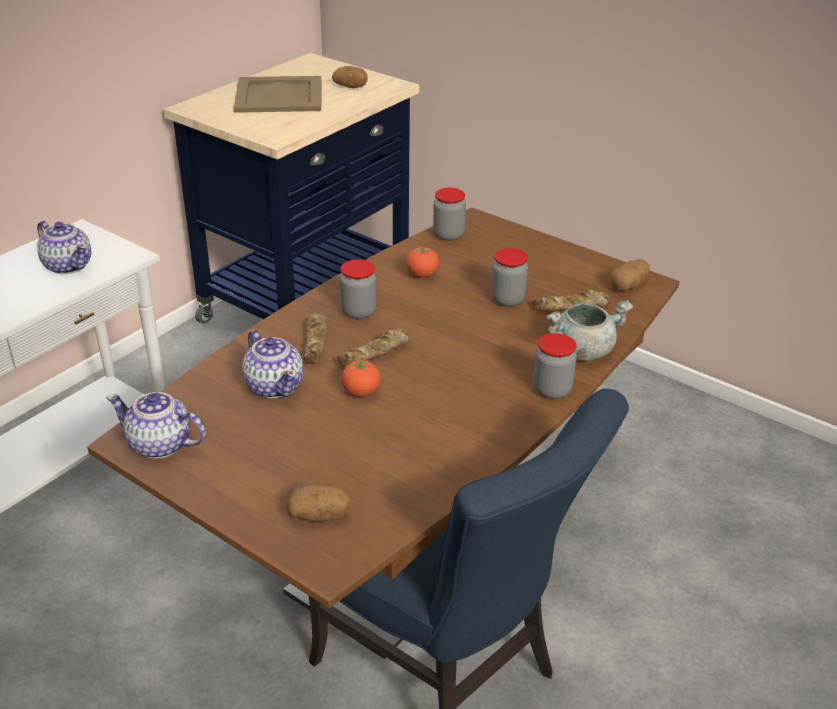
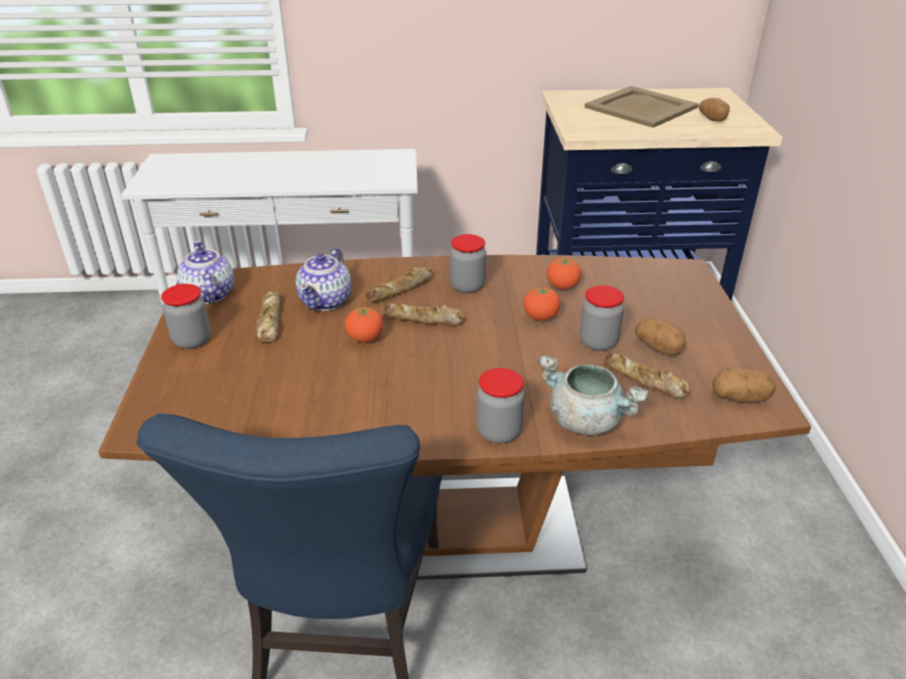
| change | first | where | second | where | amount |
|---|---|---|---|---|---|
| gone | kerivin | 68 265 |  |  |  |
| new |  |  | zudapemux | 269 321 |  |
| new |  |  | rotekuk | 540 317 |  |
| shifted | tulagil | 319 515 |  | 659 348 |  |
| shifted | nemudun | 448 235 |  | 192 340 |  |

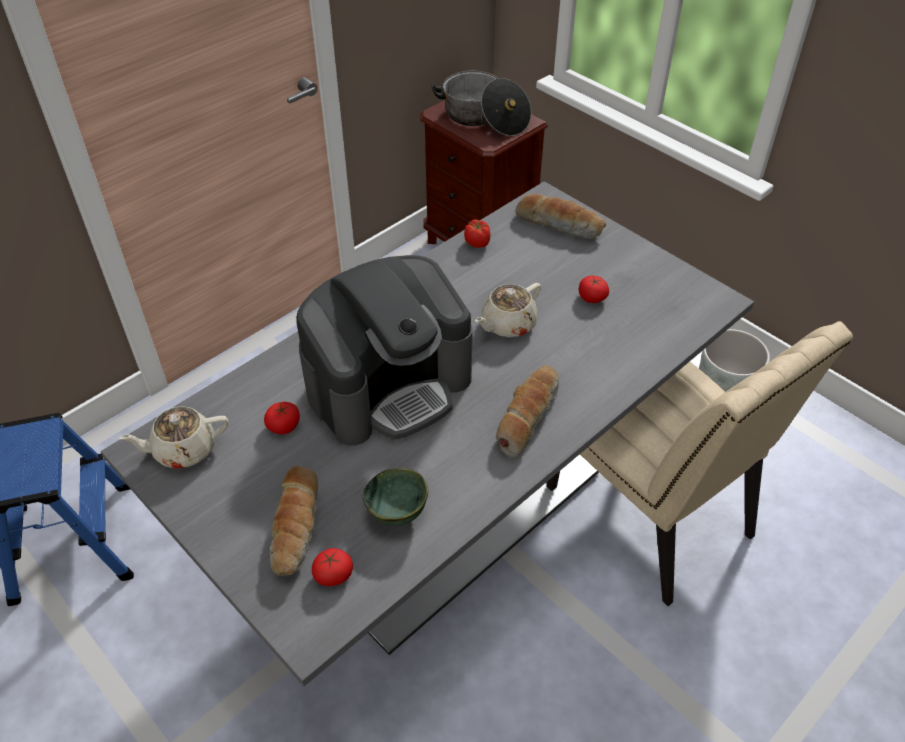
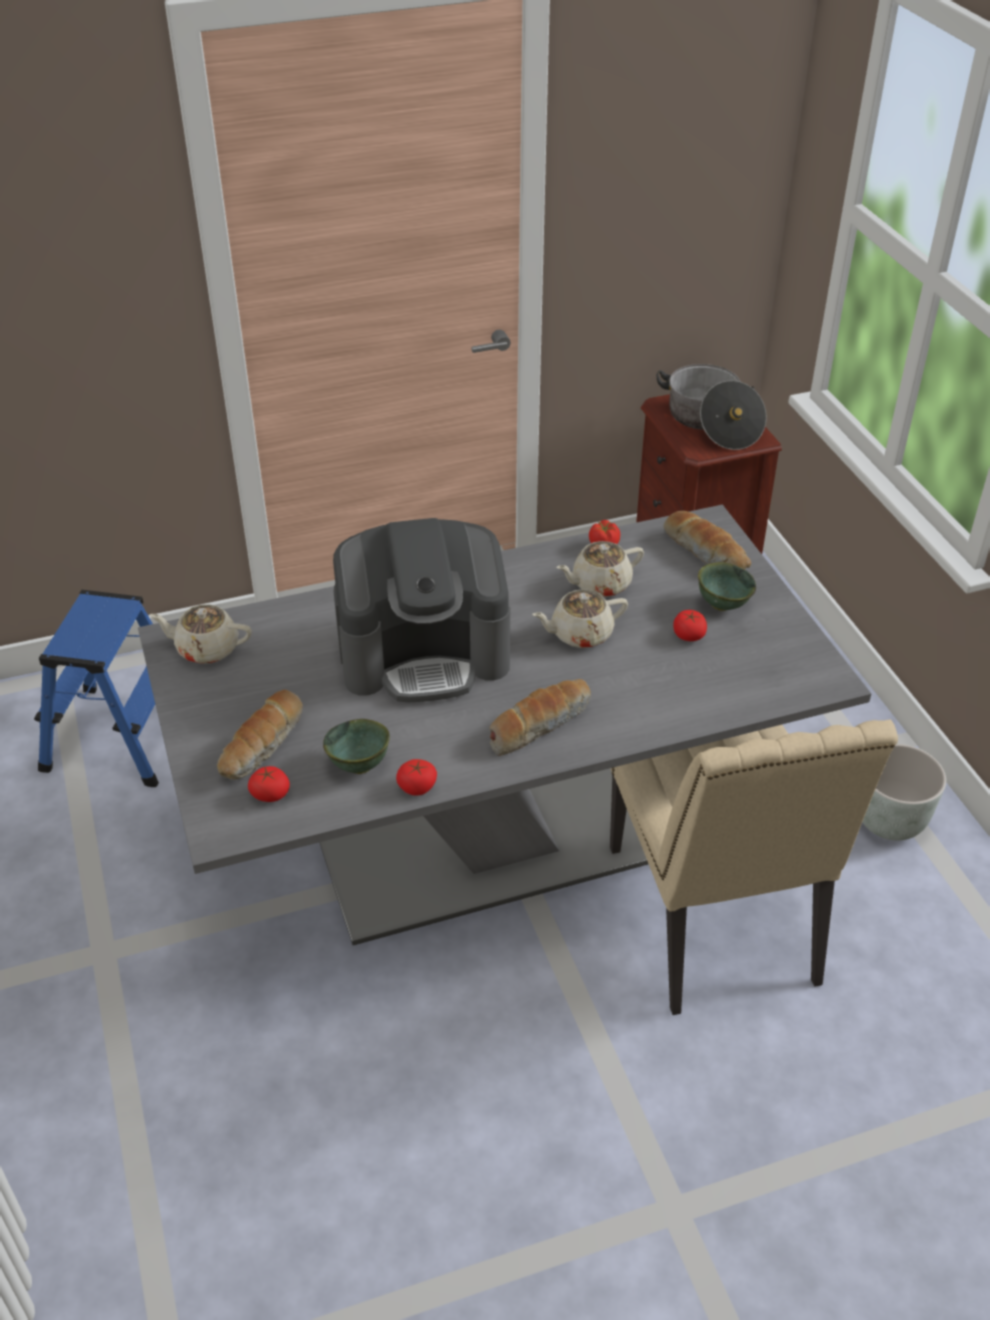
| change | first | where | second | where | amount |
|---|---|---|---|---|---|
| new |  |  | kerivin (beige) | 600 584 |  |
| new |  |  | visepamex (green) | 722 604 |  |
| shifted | rotekuk | 283 426 |  | 417 786 |  |

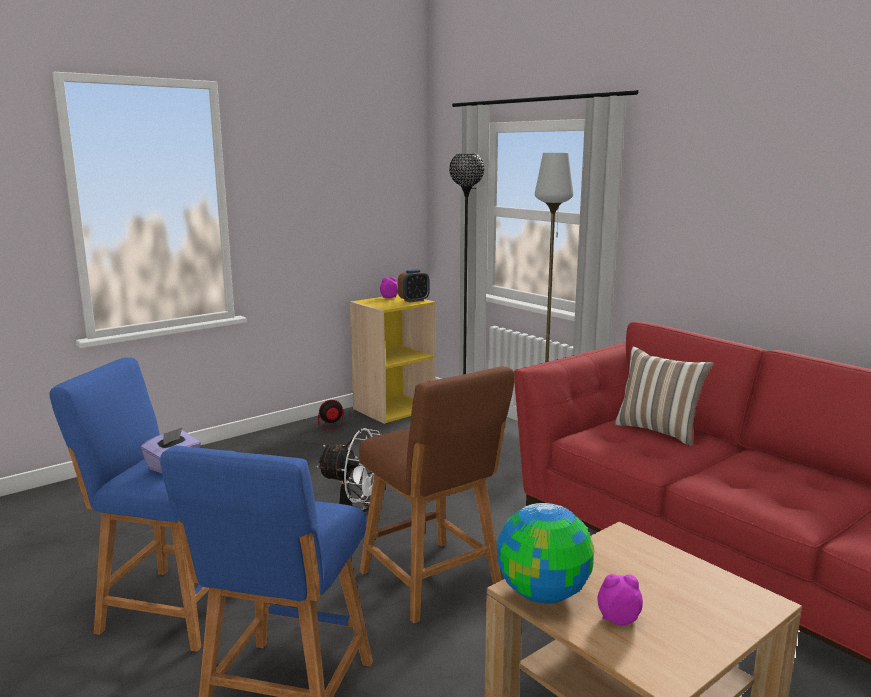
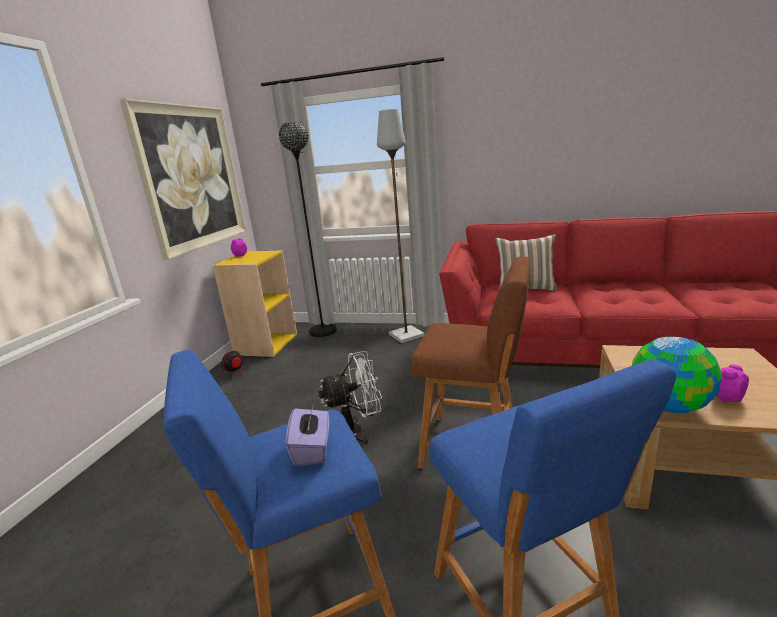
| change | first | where | second | where | amount |
|---|---|---|---|---|---|
| gone | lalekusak | 414 300 |  |  |  |
| new |  |  | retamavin | 192 178 |  |

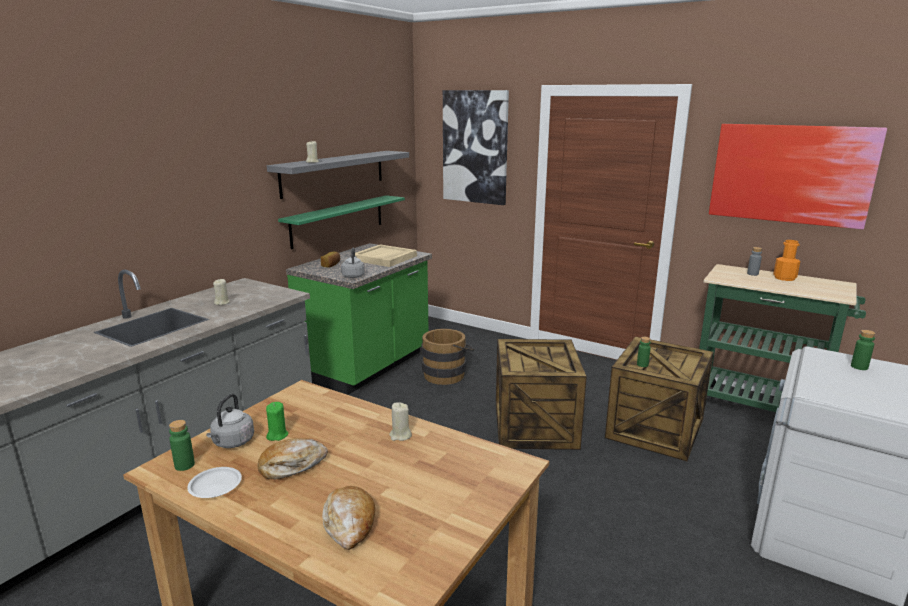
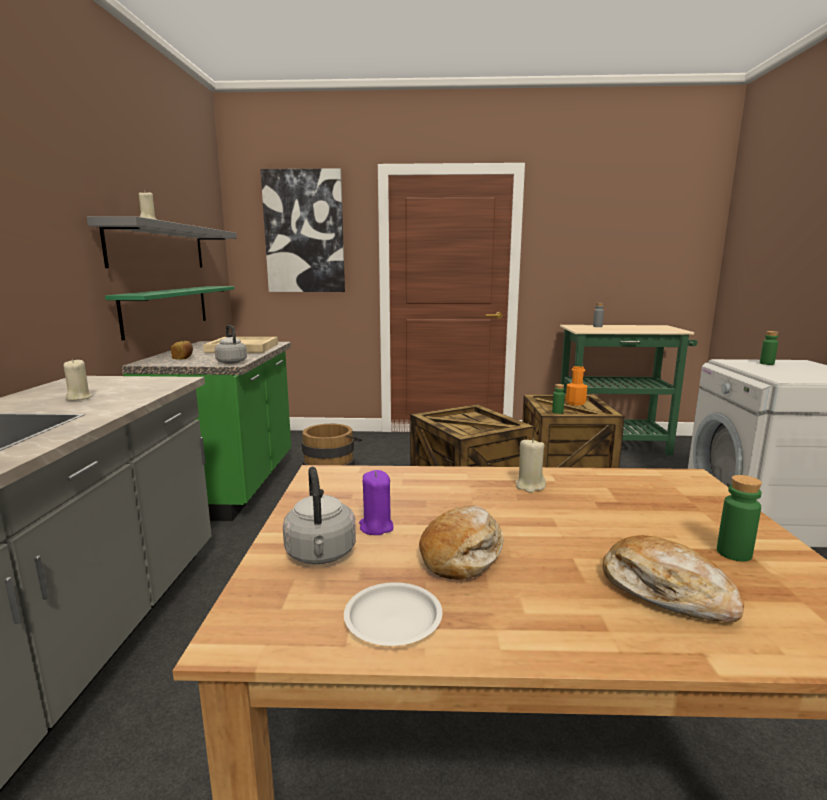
| change | first | where | second | where | amount |
|---|---|---|---|---|---|
| gone | retamavin | 790 174 |  |  |  |
| shifted | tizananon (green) | 184 465 |  | 734 553 |  |
| shifted | tizananon (orange) | 784 278 |  | 575 403 |  |
| repainted | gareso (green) | 277 435 | gareso (purple) | 376 527 |  |

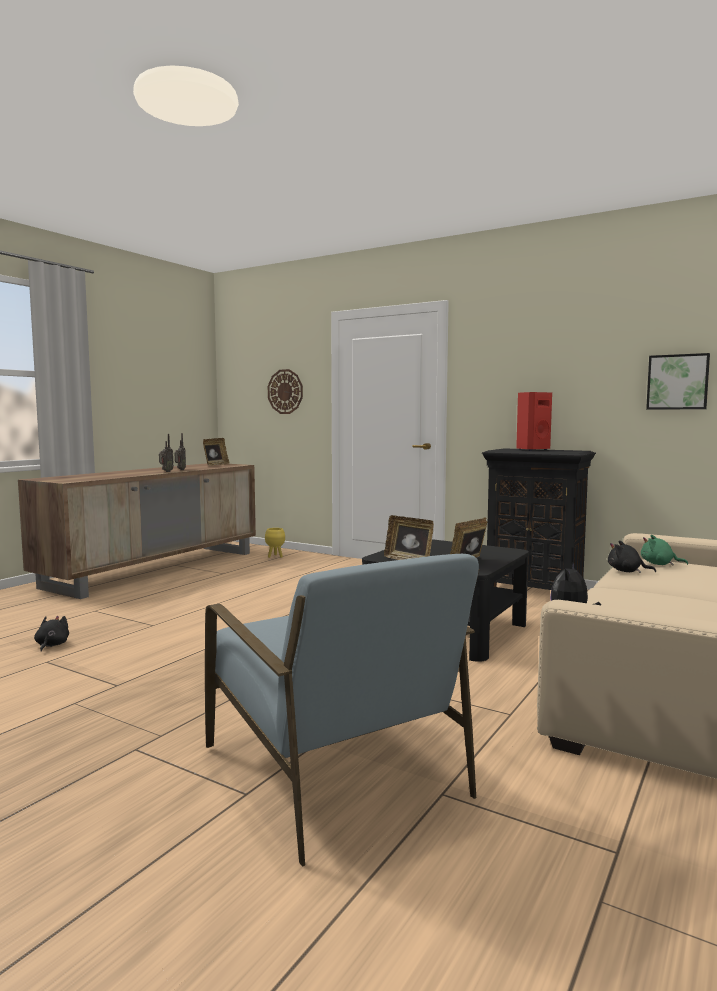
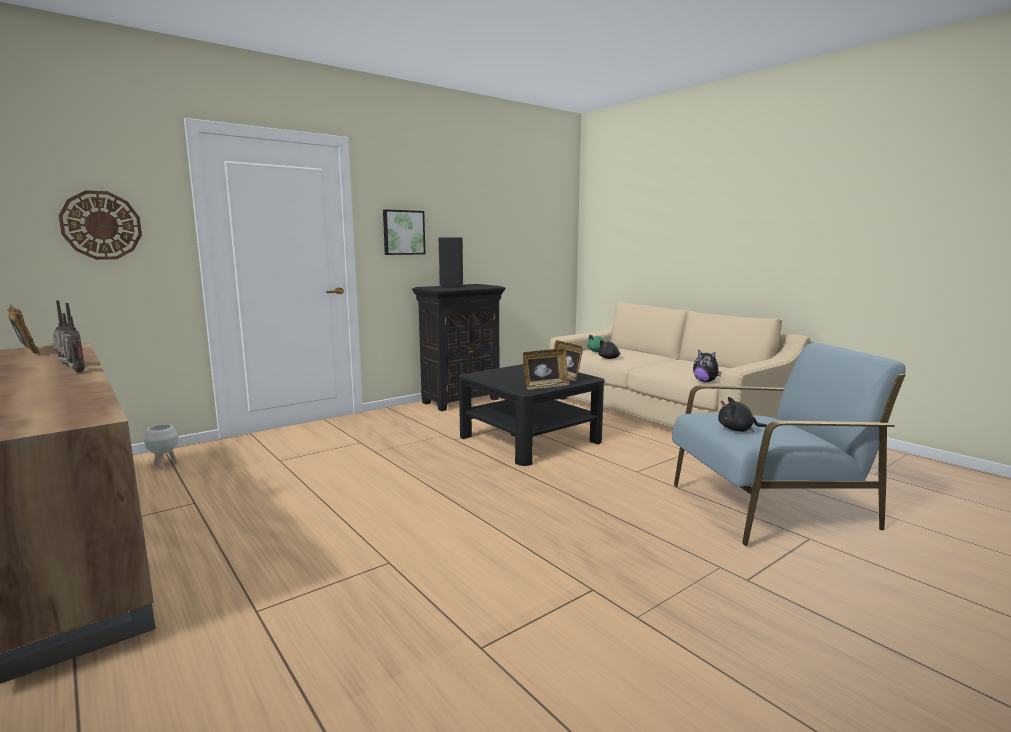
| change | first | where | second | where | amount |
|---|---|---|---|---|---|
| shifted | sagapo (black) | 51 645 |  | 738 430 |  |
| shifted | retamavin | 677 382 |  | 403 232 |  |
| repainted | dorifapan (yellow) | 275 556 | dorifapan (white) | 164 465 |  |
| repainted | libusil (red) | 532 449 | libusil (black) | 451 286 |  |

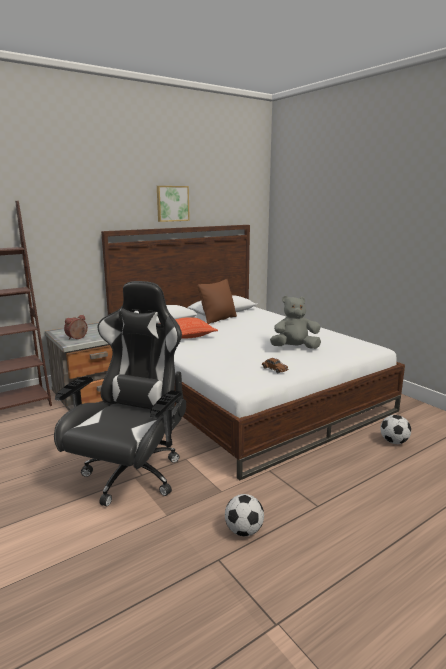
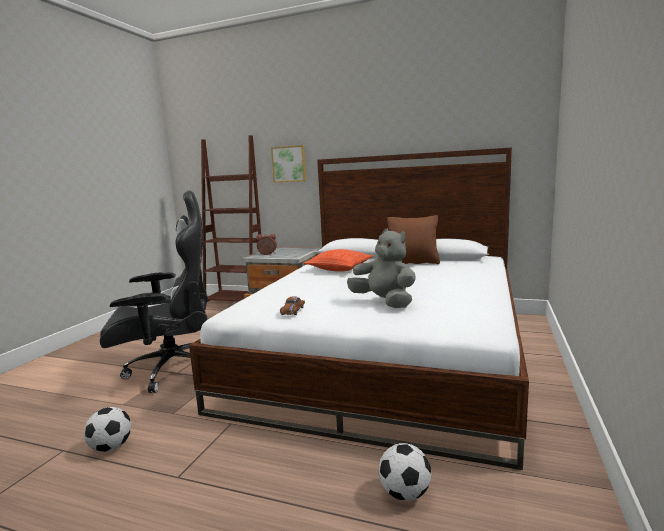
| change | first | where | second | where | amount |
|---|---|---|---|---|---|
| shifted | retamavin | 172 203 |  | 289 164 |  |

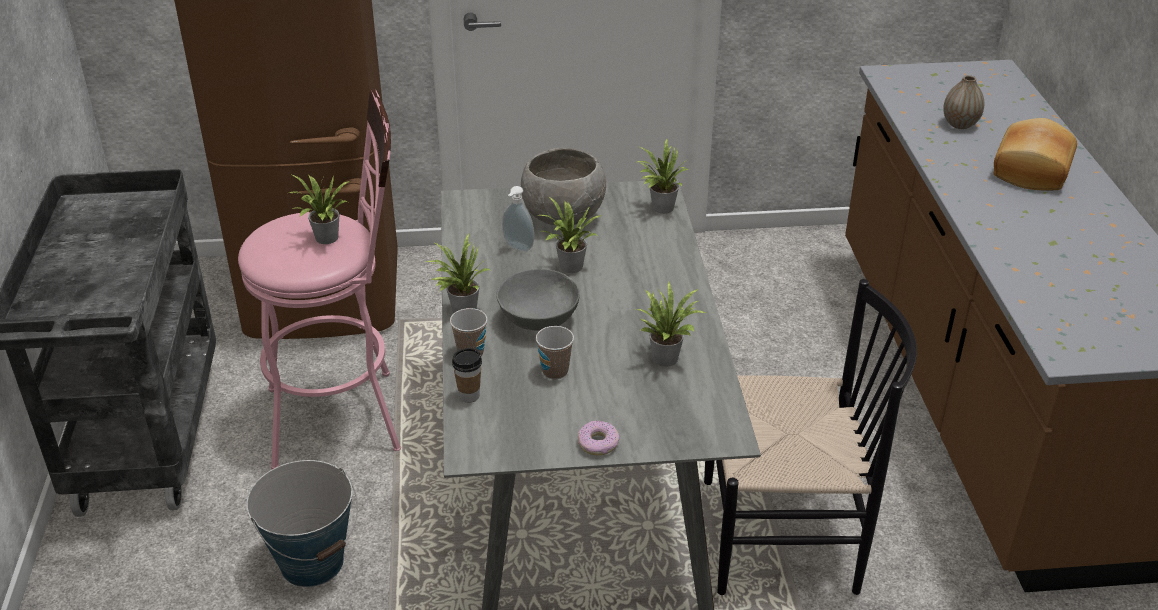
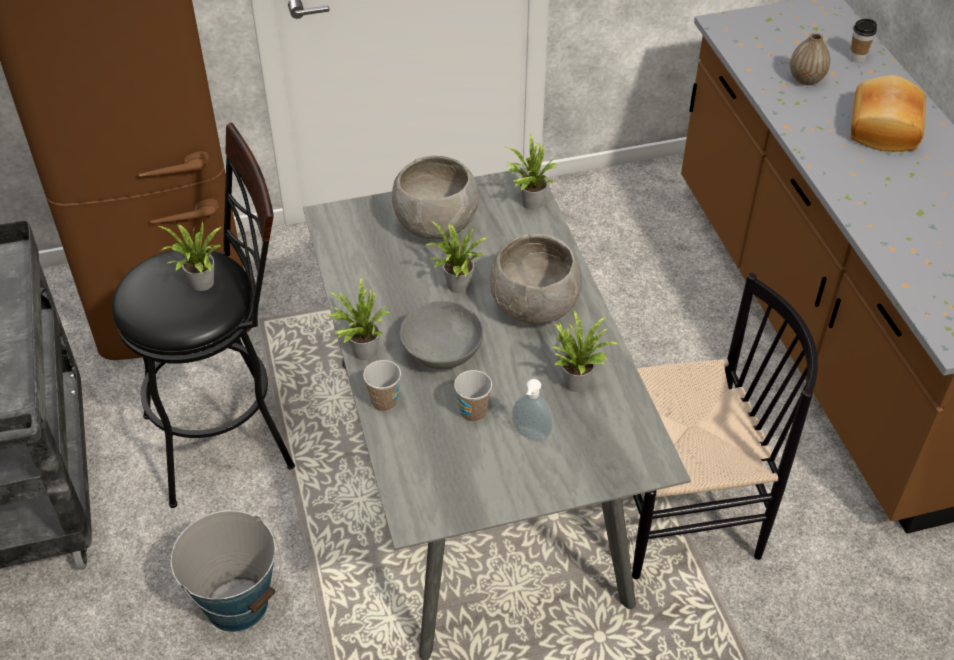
| change | first | where | second | where | amount |
|---|---|---|---|---|---|
| gone | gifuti | 598 443 |  |  |  |
| new |  |  | visepamex (grey) | 534 306 |  |
| shifted | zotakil | 469 396 |  | 857 58 |  |
| shifted | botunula | 517 248 |  | 530 436 |  |
| repainted | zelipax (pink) | 348 416 | zelipax (black) | 232 436 |  |

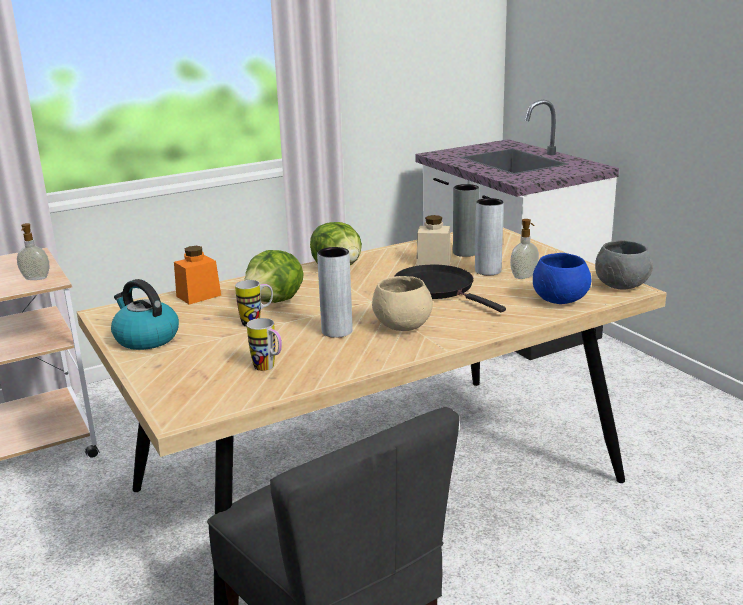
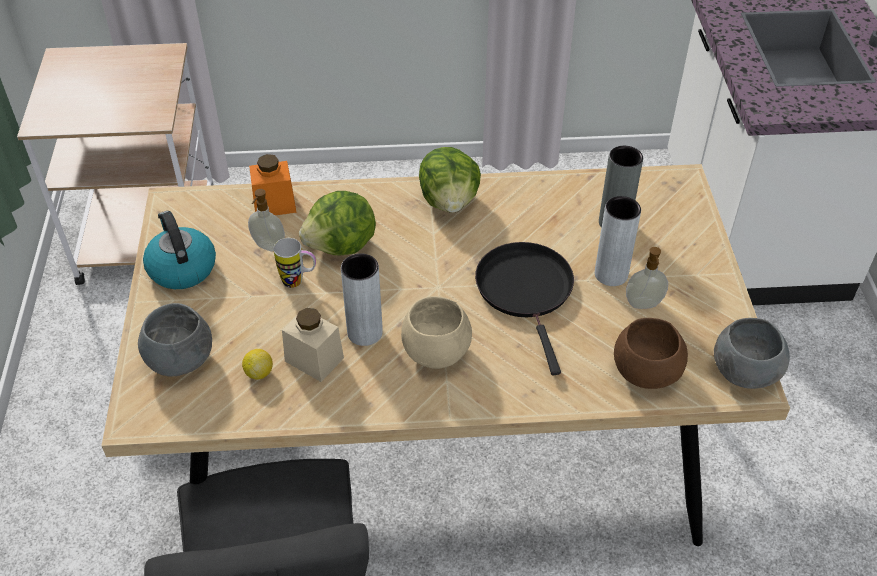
| change | first | where | second | where | amount |
|---|---|---|---|---|---|
| new |  |  | visepamex (grey) | 181 359 |  |
| shifted | botunula | 35 279 |  | 268 246 |  |
| shifted | nemudun (beige) | 433 261 |  | 314 359 |  |
| swapped | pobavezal | 268 368 | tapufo | 259 372 |  |
| repainted | visepamex (blue) | 559 300 | visepamex (brown) | 645 372 |  |

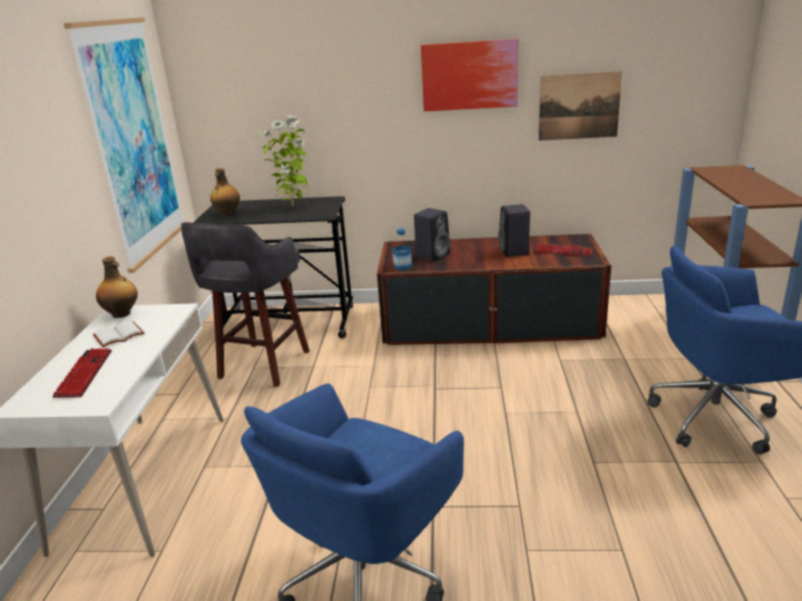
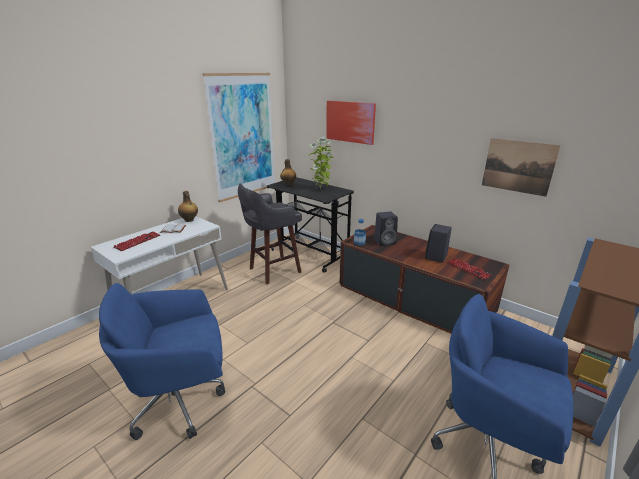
| change | first | where | second | where | amount |
|---|---|---|---|---|---|
| shifted | retamavin | 469 75 |  | 350 122 |  |

